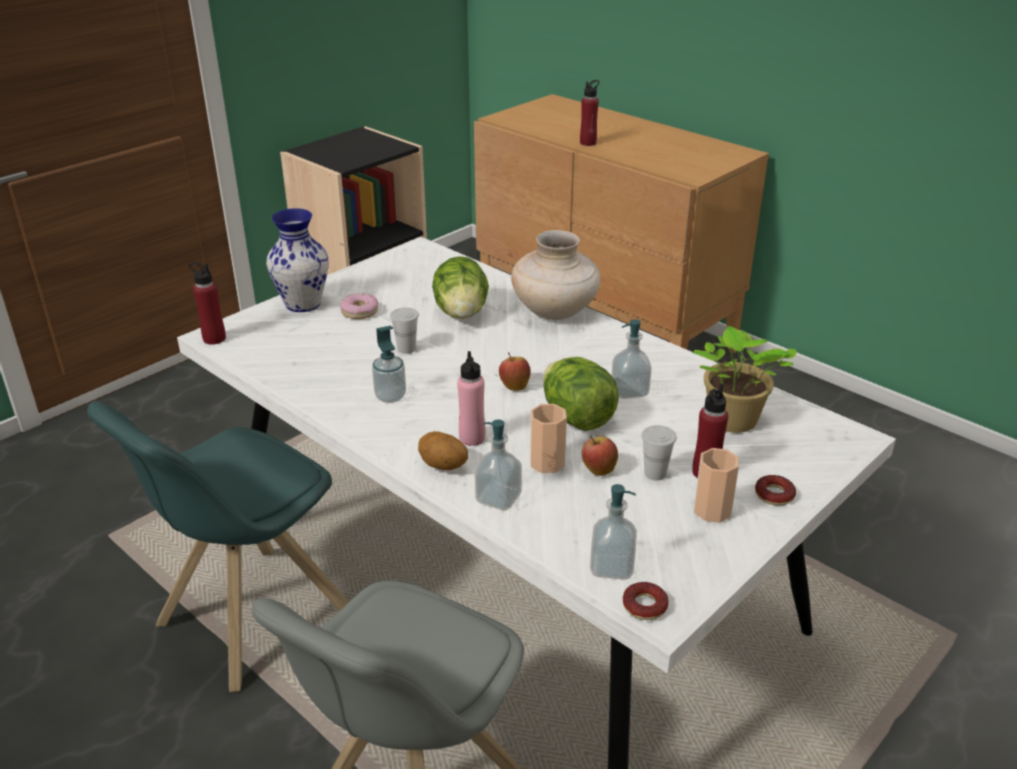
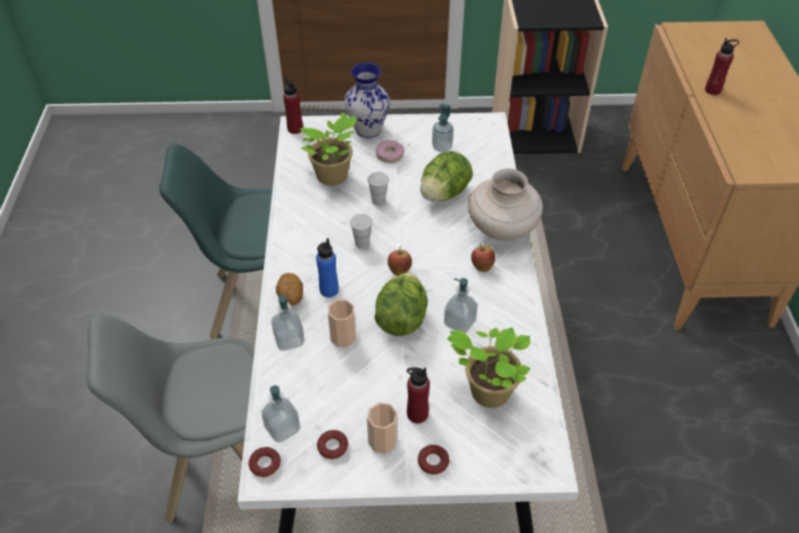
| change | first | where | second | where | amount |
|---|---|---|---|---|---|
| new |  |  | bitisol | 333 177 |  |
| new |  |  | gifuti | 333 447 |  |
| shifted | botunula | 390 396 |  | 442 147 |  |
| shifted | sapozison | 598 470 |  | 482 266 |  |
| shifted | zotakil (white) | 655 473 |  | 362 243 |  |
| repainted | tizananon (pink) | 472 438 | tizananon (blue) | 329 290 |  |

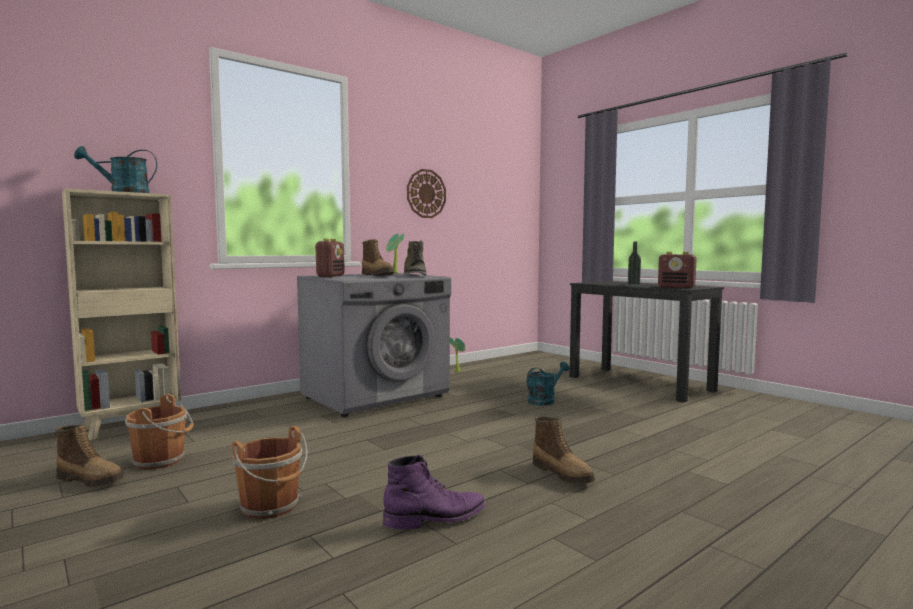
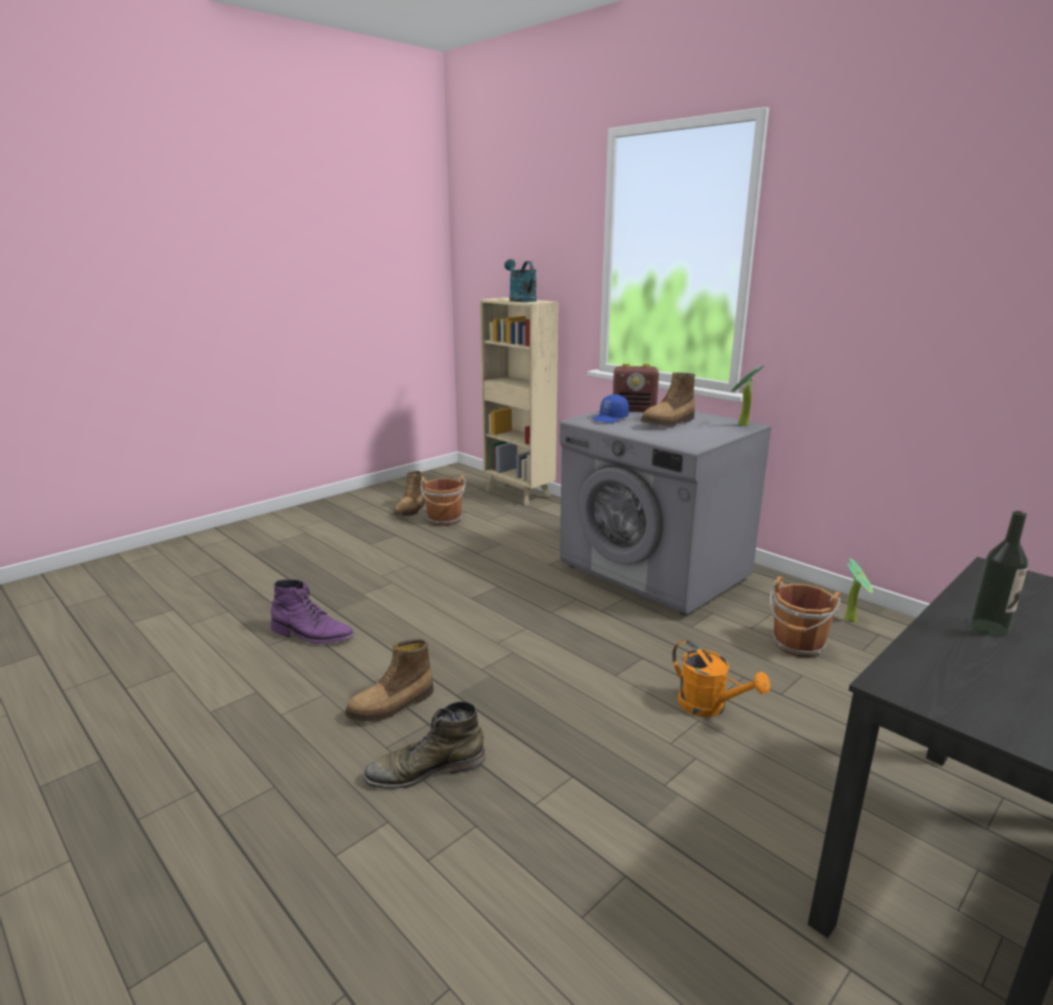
| change | first | where | second | where | amount |
|---|---|---|---|---|---|
| gone | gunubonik | 426 193 |  |  |  |
| gone | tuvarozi | 676 287 |  |  |  |
| new |  |  | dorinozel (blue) | 610 419 |  |
| shifted | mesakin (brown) | 271 507 |  | 798 645 |  |
| shifted | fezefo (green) | 414 275 |  | 425 769 |  |
| repainted | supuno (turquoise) | 544 400 | supuno (orange) | 710 707 |  |
| rotated | fezefo (purple) | 436 518 |  | 312 635 | 45 degrees counterclockwise |

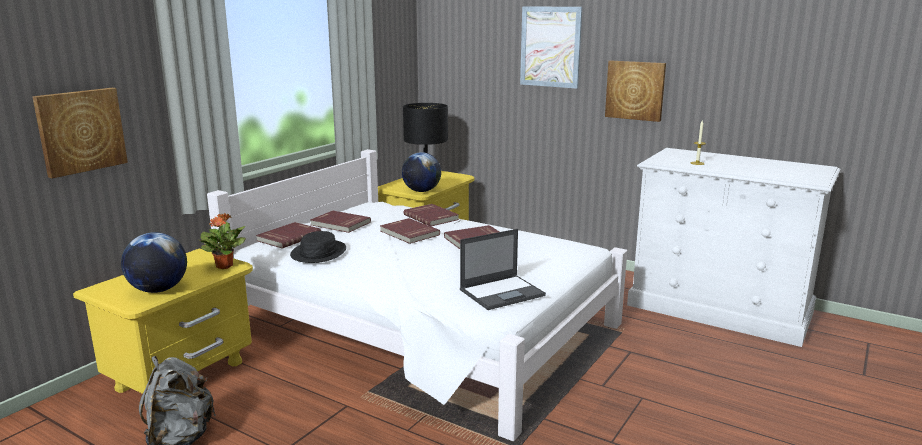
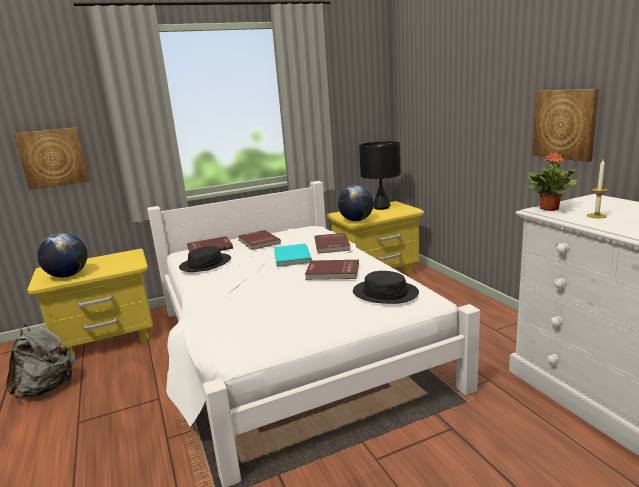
| change | first | where | second | where | amount |
|---|---|---|---|---|---|
| gone | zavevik | 502 292 |  |  |  |
| gone | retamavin | 550 47 |  |  |  |
| new |  |  | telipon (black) | 385 293 |  |
| shifted | bitisol | 225 266 |  | 549 209 |  |
| repainted | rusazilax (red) | 408 233 | rusazilax (turquoise) | 291 257 |  |

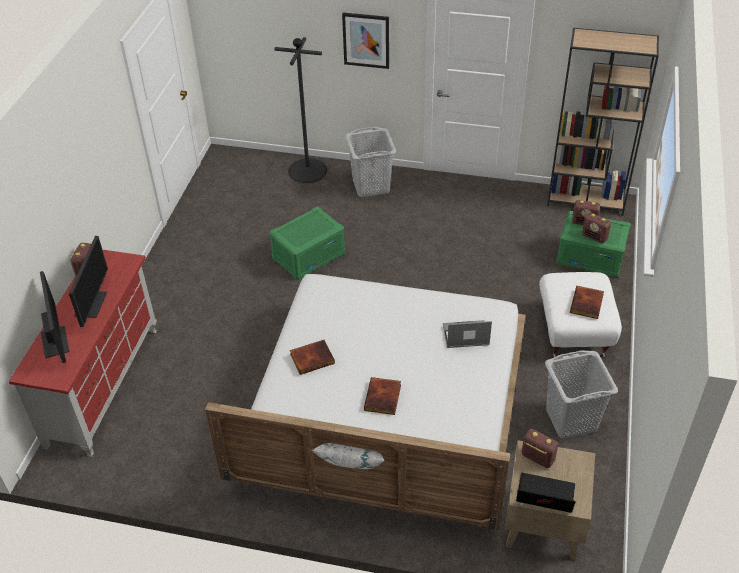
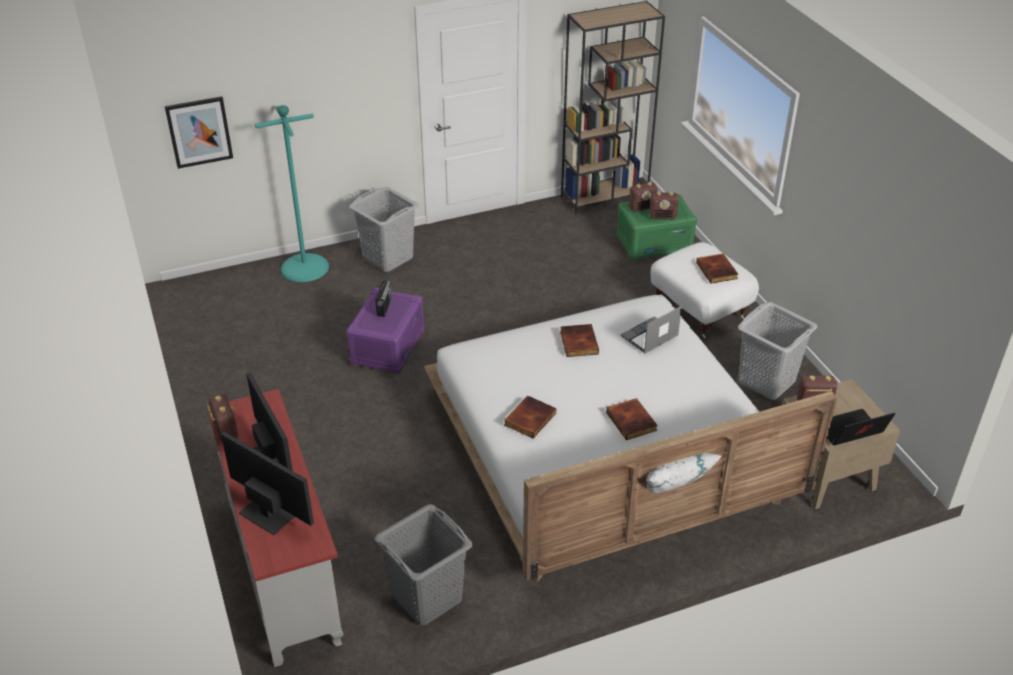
| change | first | where | second | where | amount |
|---|---|---|---|---|---|
| new |  |  | tuvarozi | 384 307 |  |
| new |  |  | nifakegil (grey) | 426 597 |  |
| new |  |  | rusazilax | 578 342 |  |
| shifted | retamavin | 366 40 |  | 199 132 |  |
| repainted | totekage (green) | 308 256 | totekage (purple) | 387 346 |  |
| repainted | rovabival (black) | 307 170 | rovabival (turquoise) | 305 268 |  |

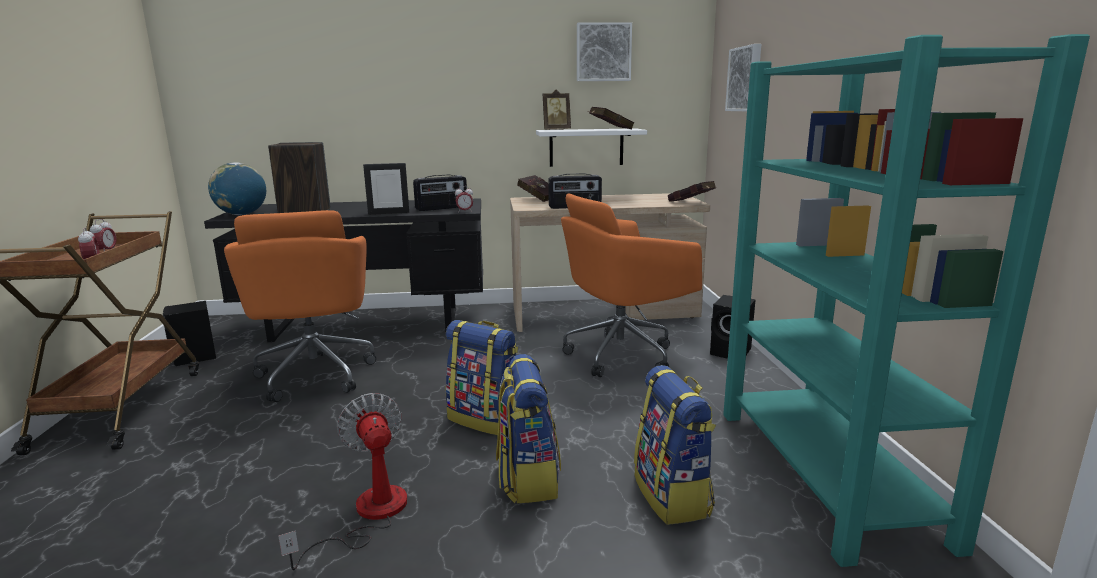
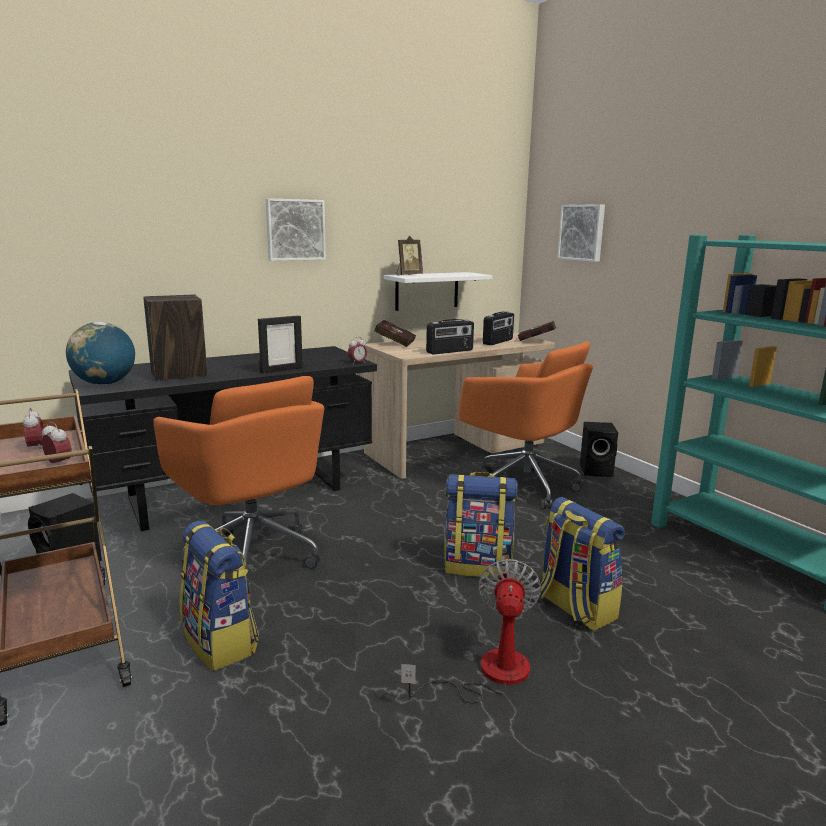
| change | first | where | second | where | amount |
|---|---|---|---|---|---|
| gone | rusazilax (red) | 609 129 |  |  |  |
| shifted | tuvarozi | 442 208 |  | 498 342 |  |
| shifted | retamavin | 603 52 |  | 295 230 |  |
| shifted | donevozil | 673 496 |  | 221 642 |  |
| rotated | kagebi | 368 515 |  | 489 674 | 60 degrees clockwise |
| rotated | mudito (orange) | 625 355 |  | 520 486 | 90 degrees counterclockwise |

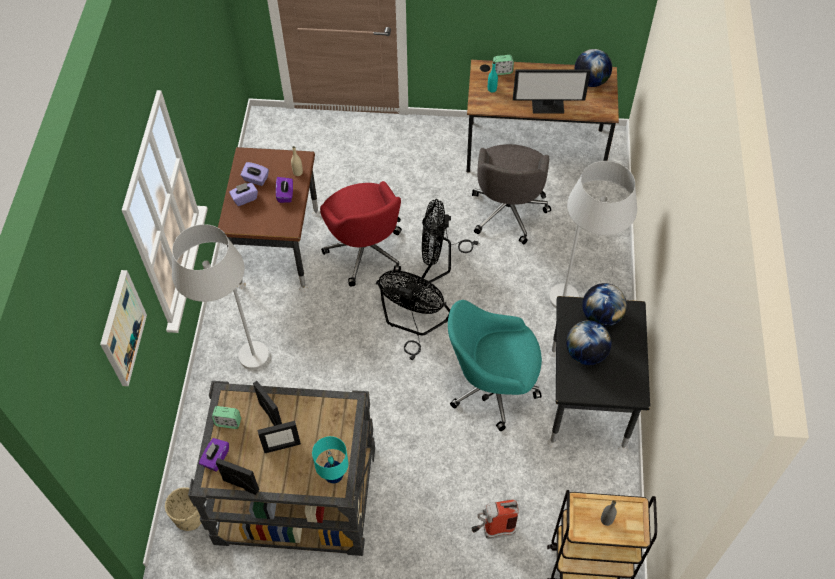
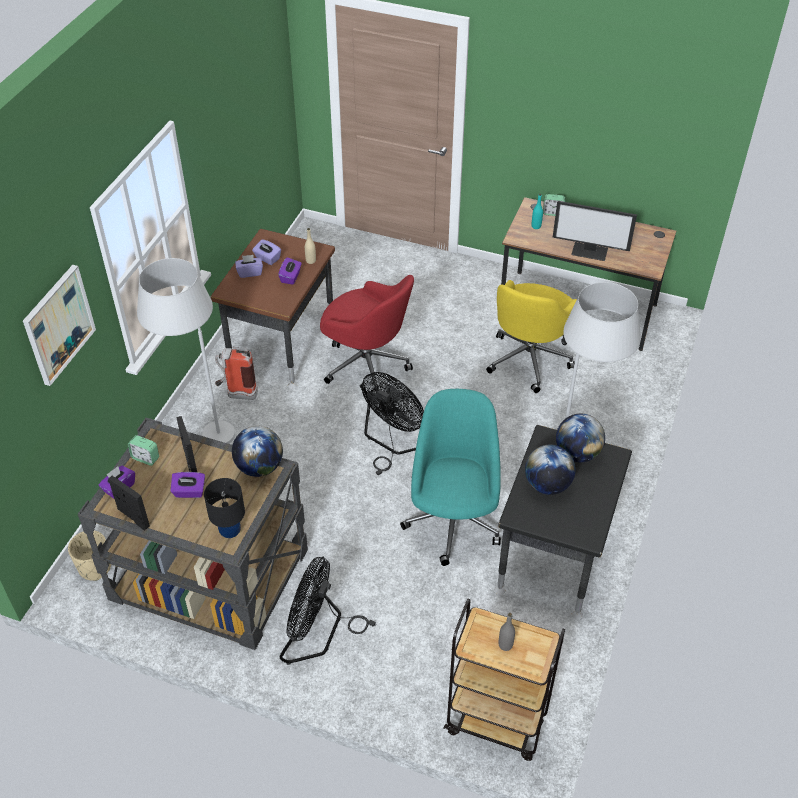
| change | first | where | second | where | amount |
|---|---|---|---|---|---|
| shifted | kagebi (black) | 440 255 |  | 321 628 |  |
| shifted | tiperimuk | 492 531 |  | 237 394 |  |
| shifted | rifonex | 590 81 |  | 259 467 |  |
| swapped | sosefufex | 282 446 | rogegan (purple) | 189 492 |  |
| repainted | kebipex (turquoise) | 333 476 | kebipex (black) | 229 531 |  |
| repainted | mudito (grey) | 508 213 | mudito (yellow) | 528 361 |  |
| rotated | mudito (red) | 366 252 |  | 367 366 | 45 degrees counterclockwise |
| rotated | mudito (turquoise) | 492 389 |  | 452 522 | 75 degrees clockwise |

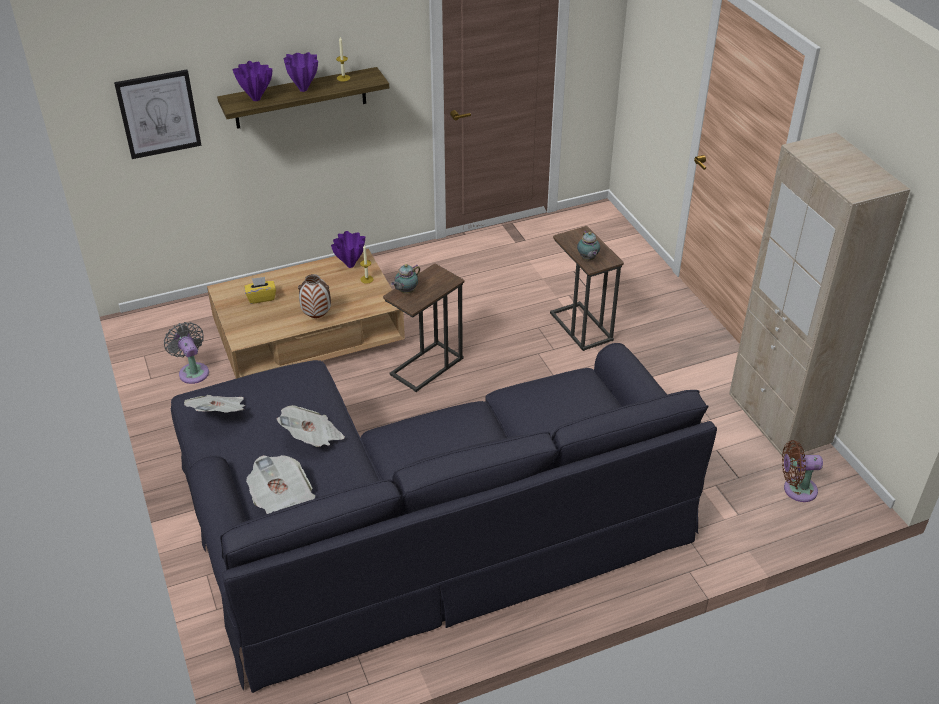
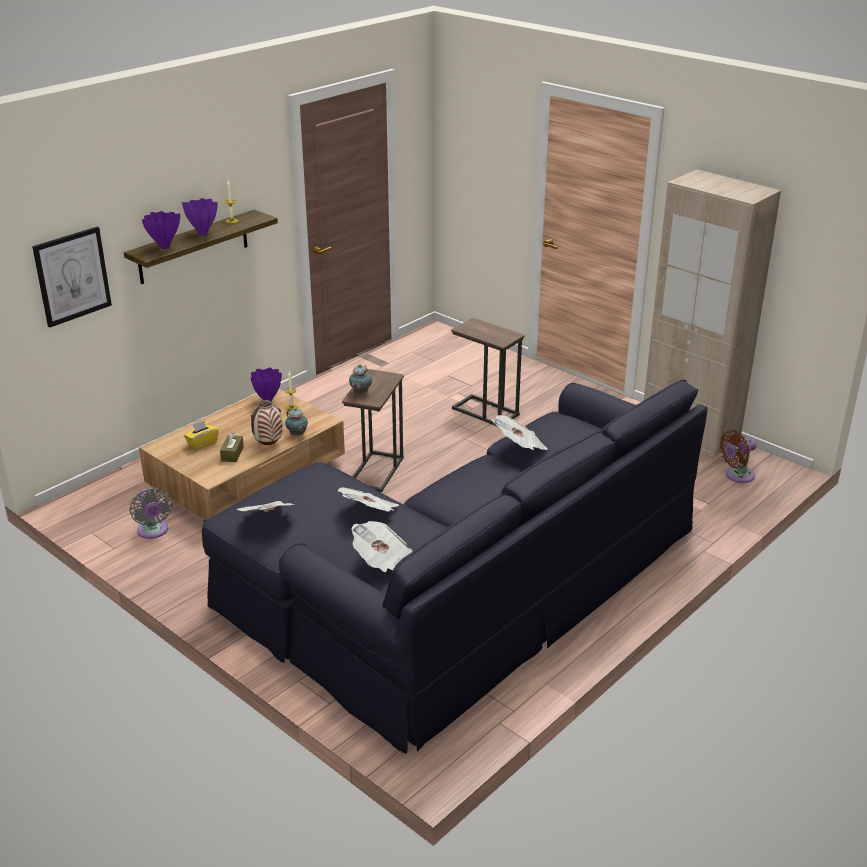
| change | first | where | second | where | amount |
|---|---|---|---|---|---|
| new |  |  | rogegan (brown) | 232 454 |  |
| new |  |  | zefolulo | 519 446 |  |
| shifted | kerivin | 587 259 |  | 297 435 |  |
| rotated | kagebi (grey) | 193 371 |  | 153 531 | 150 degrees counterclockwise |

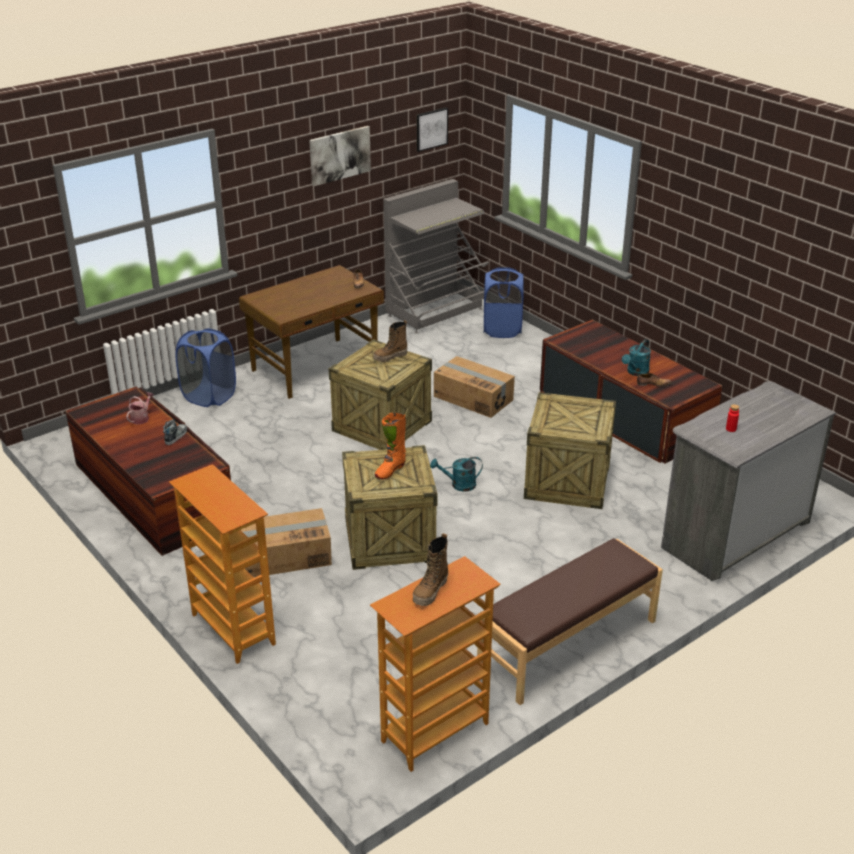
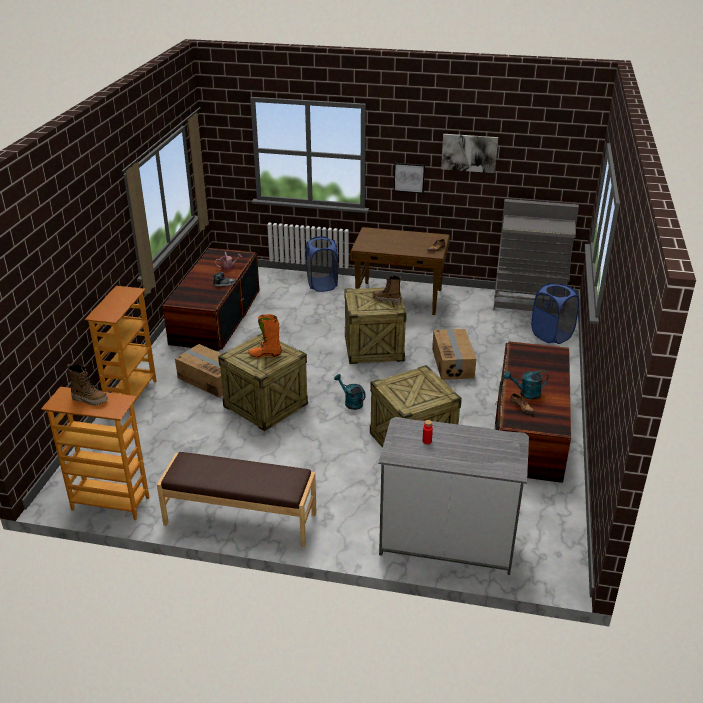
| change | first | where | second | where | amount |
|---|---|---|---|---|---|
| shifted | retamavin | 431 129 |  | 409 177 |  |
| rotated | fezefo | 431 591 |  | 90 399 | 150 degrees counterclockwise |

